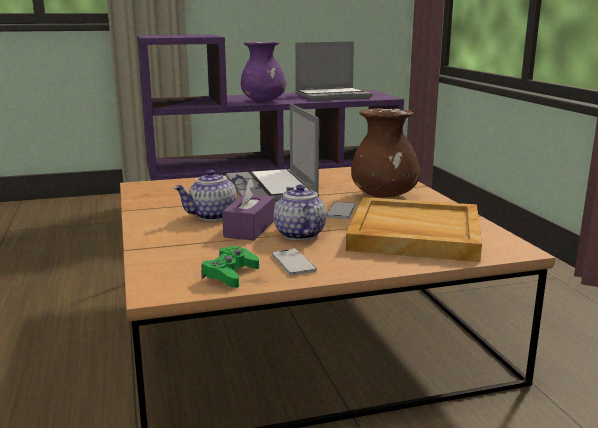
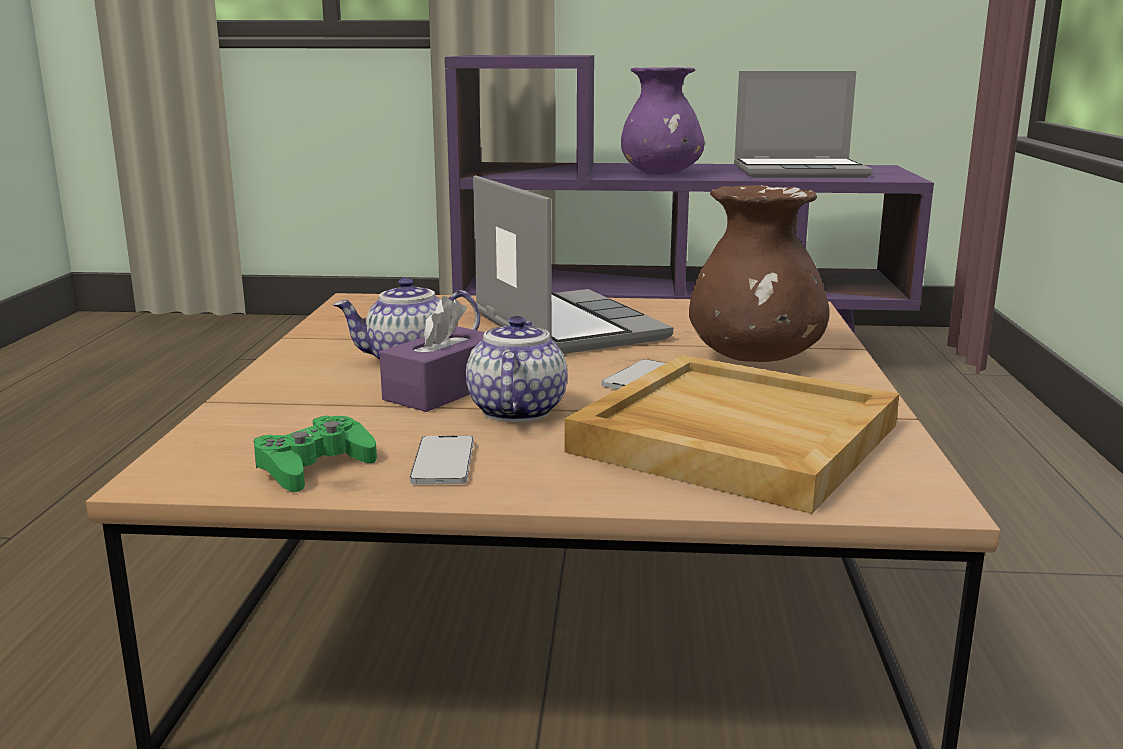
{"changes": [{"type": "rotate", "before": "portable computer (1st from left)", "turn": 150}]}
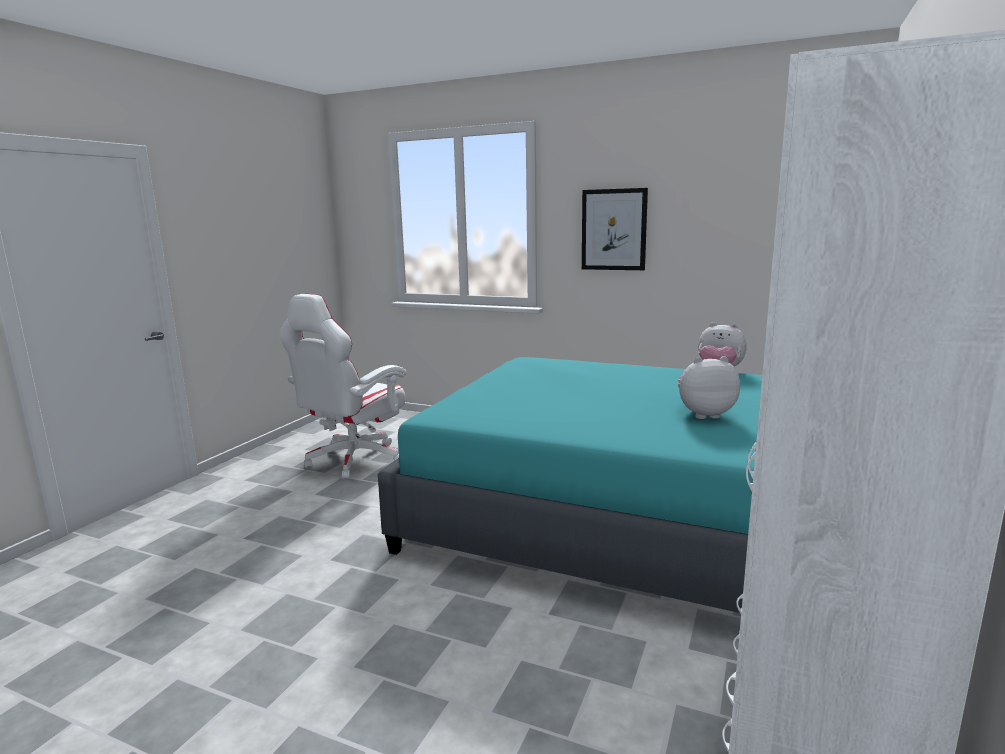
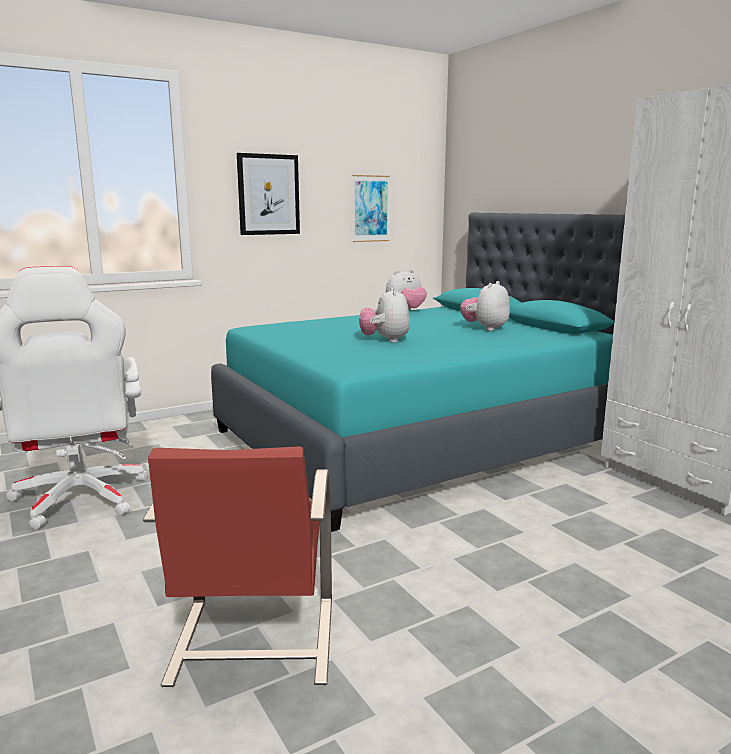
{"changes": [{"type": "insert", "after": "plain chair (reddish)"}, {"type": "insert", "after": "wall art (2nd from left)"}, {"type": "insert", "after": "plush toy (1st from left)"}]}
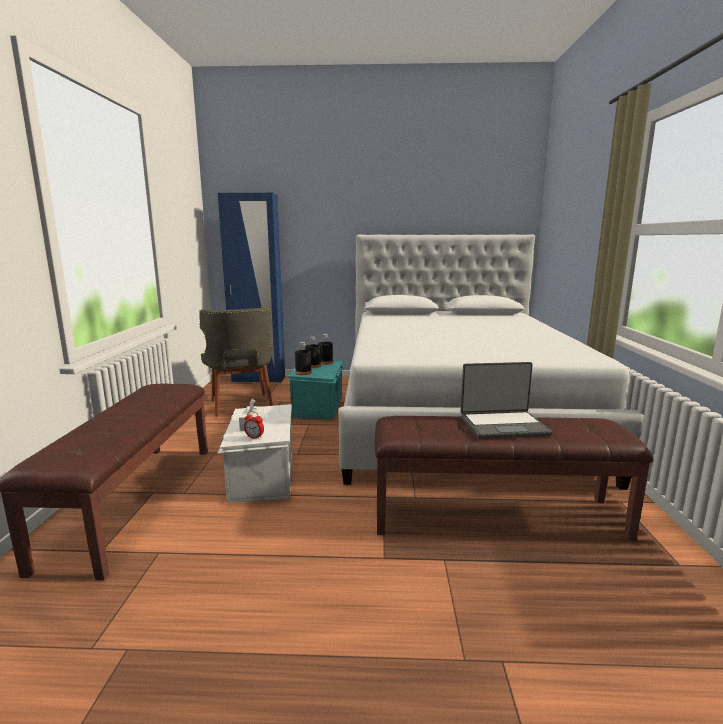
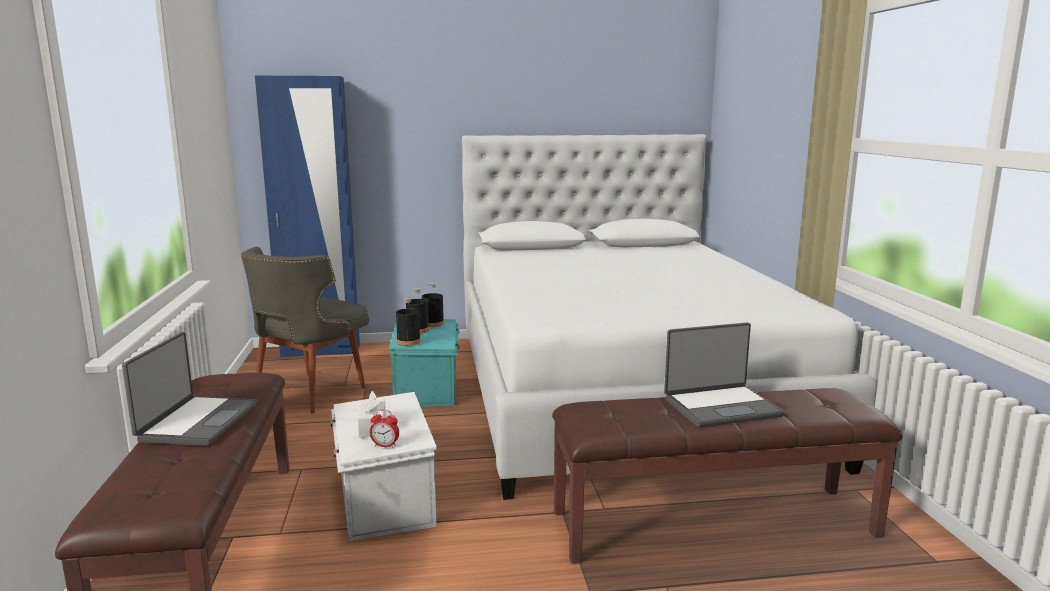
{"changes": [{"type": "insert", "after": "portable computer (1st from left)"}, {"type": "rotate", "before": "plain chair (grey)", "turn": 60}]}
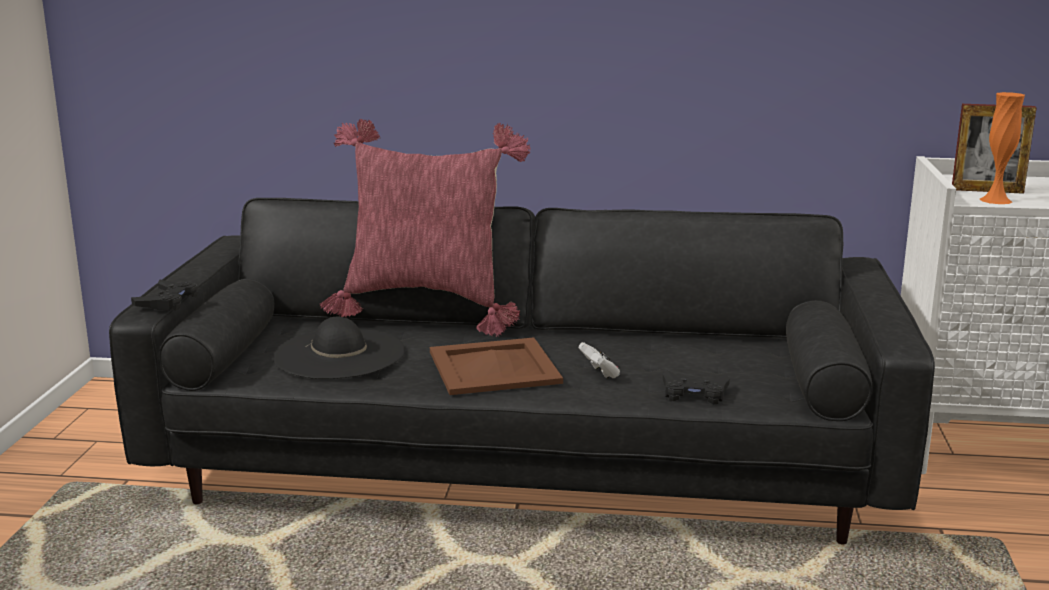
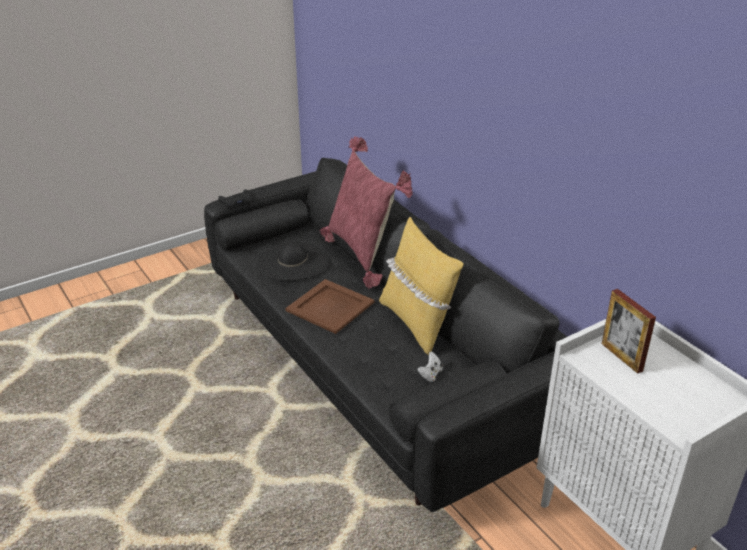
{"changes": [{"type": "delete", "before": "game controller (black-coloured) (2nd from left)"}, {"type": "delete", "before": "flower vase (orange)"}, {"type": "insert", "after": "throw pillow (yellow)"}, {"type": "move", "before": "game controller (whitish)"}]}
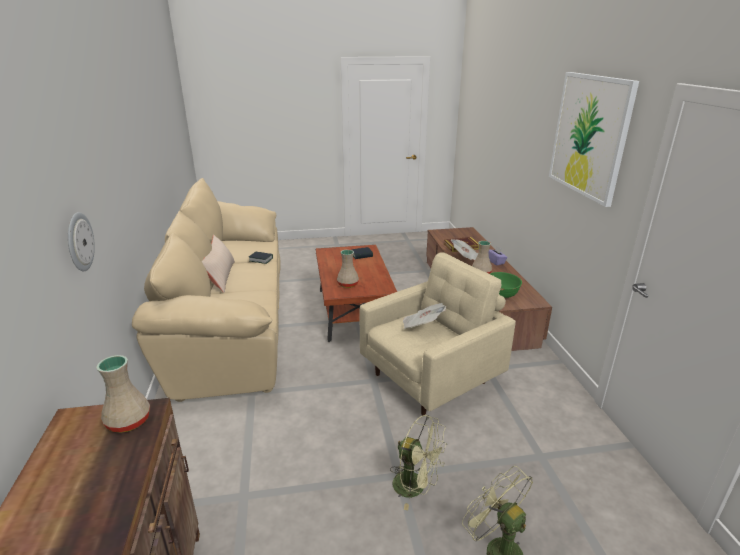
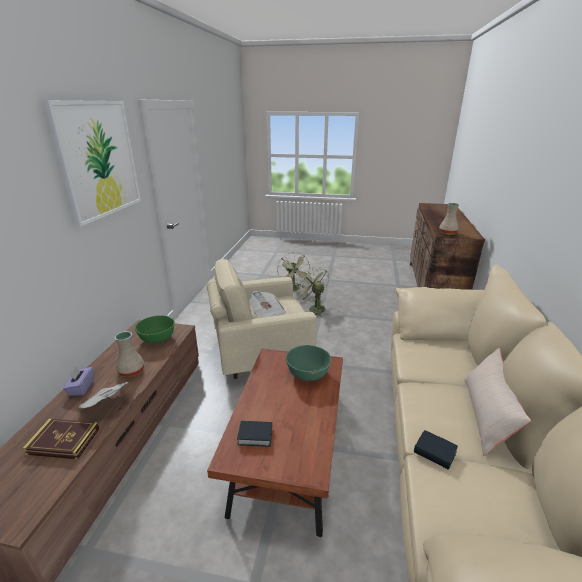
{"changes": [{"type": "delete", "before": "clock on the wall"}, {"type": "replace", "before": "flower vase (beige) (2nd from left)", "after": "serving bowl (greenish) (2nd from left)"}]}
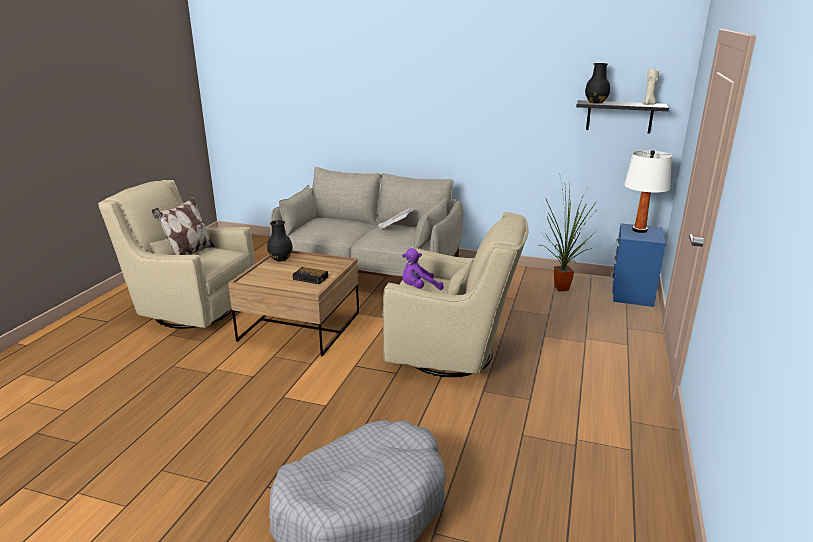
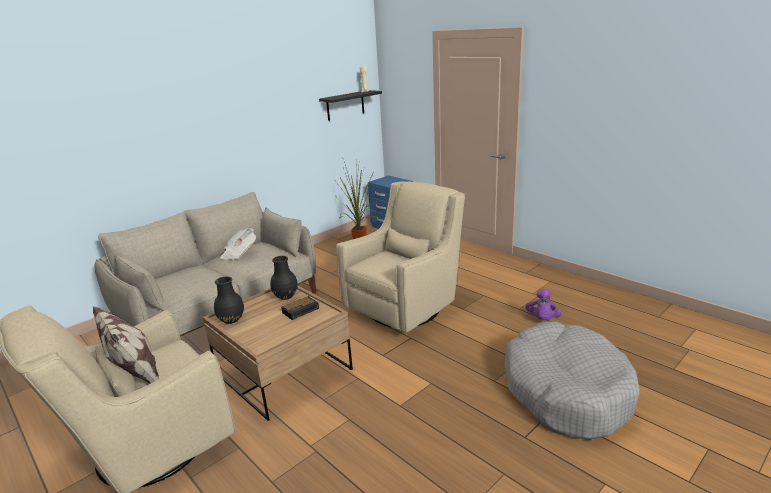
{"changes": [{"type": "delete", "before": "lamp for a table (whitish)"}, {"type": "move", "before": "plush toy (purple-coloured)"}, {"type": "move", "before": "flower vase (black-coloured) (2nd from left)"}]}
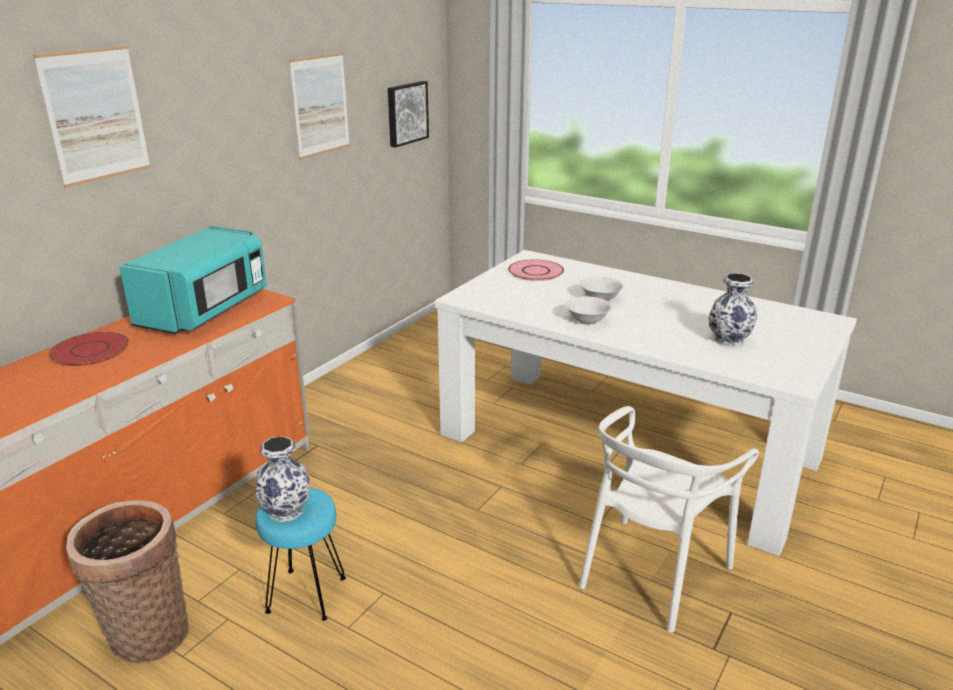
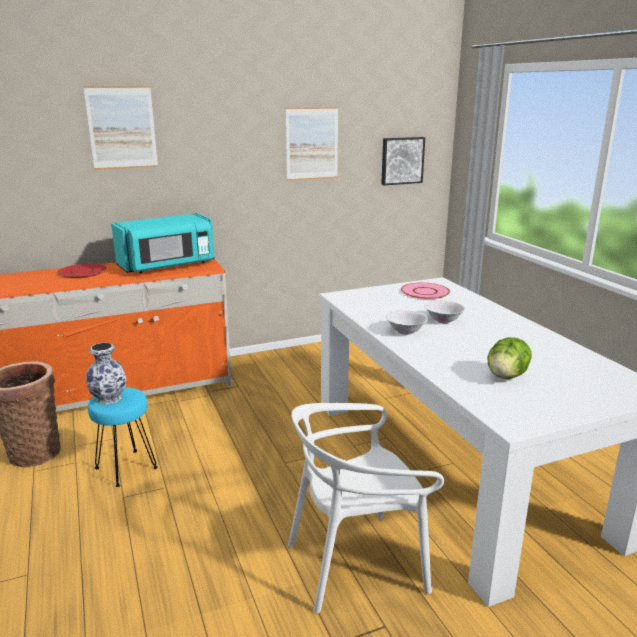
{"changes": [{"type": "replace", "before": "flower vase (2nd from left)", "after": "lettuce head"}]}
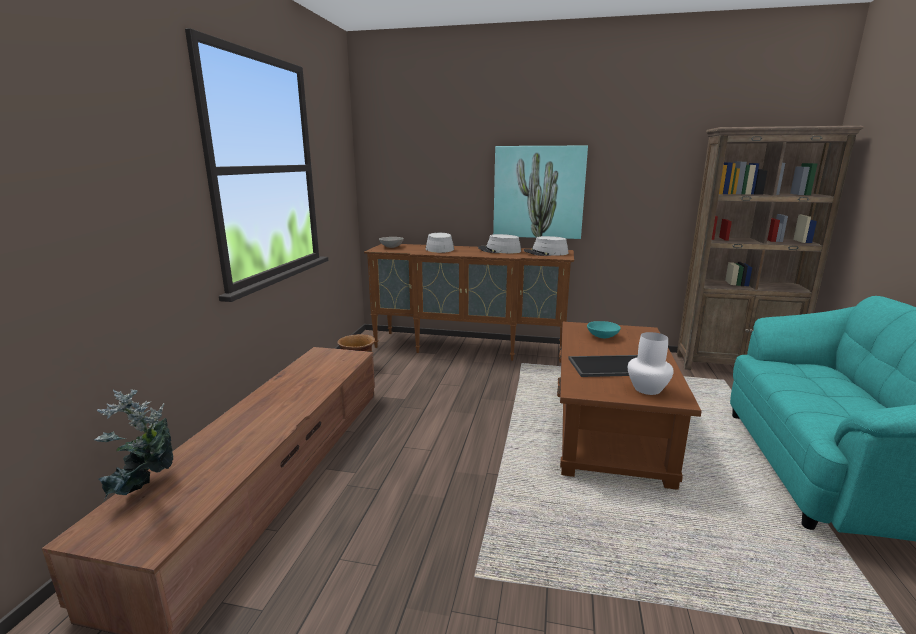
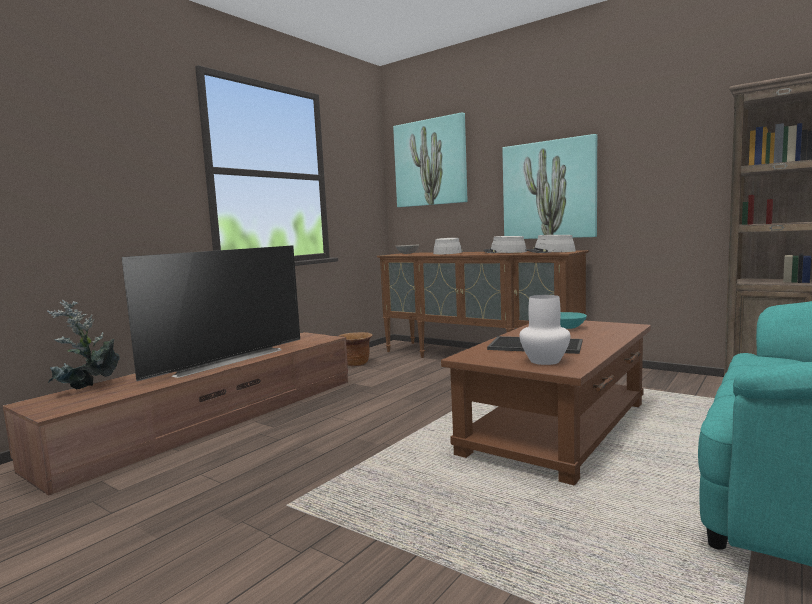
{"changes": [{"type": "insert", "after": "TV set"}, {"type": "insert", "after": "wall art (1st from left)"}]}
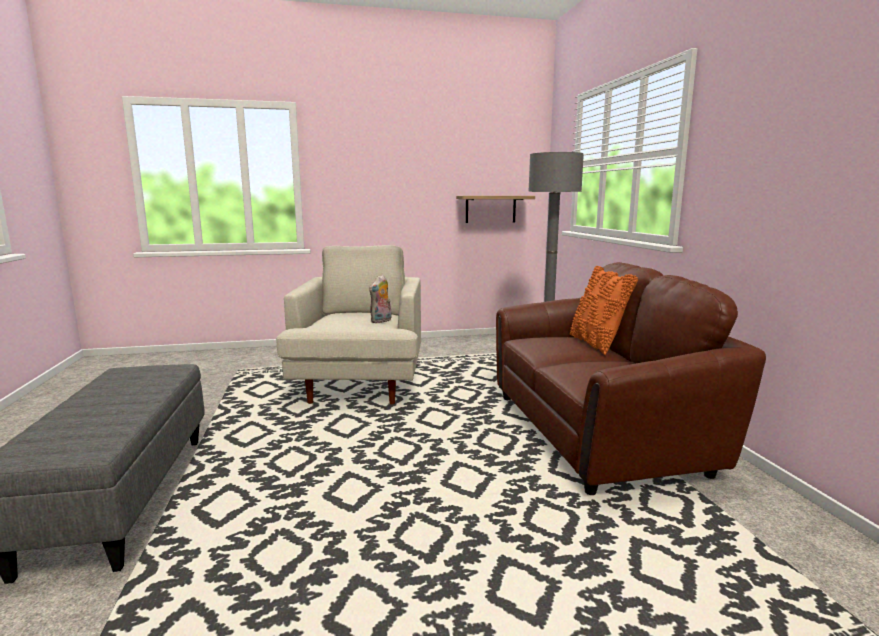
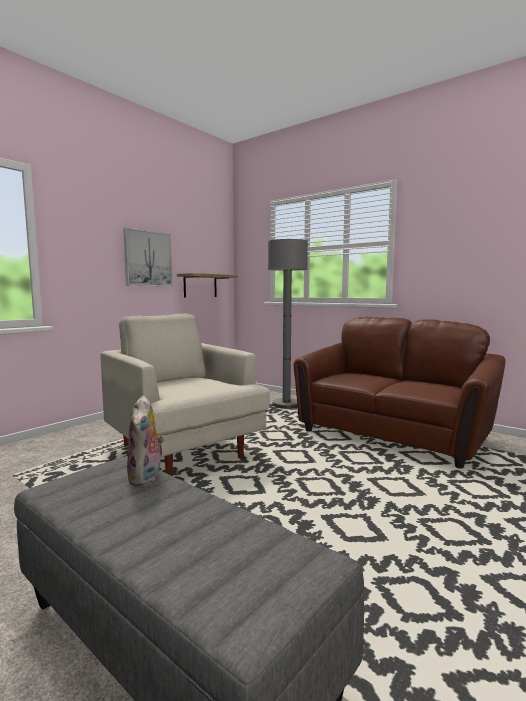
{"changes": [{"type": "delete", "before": "throw pillow (orange)"}, {"type": "insert", "after": "wall art"}, {"type": "move", "before": "plush toy"}]}
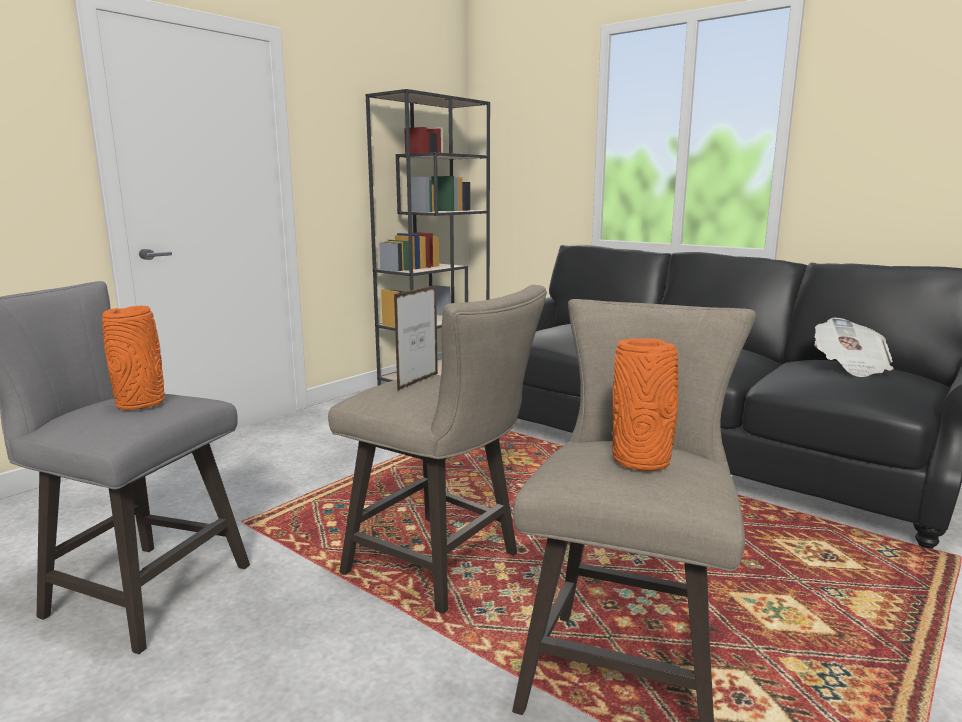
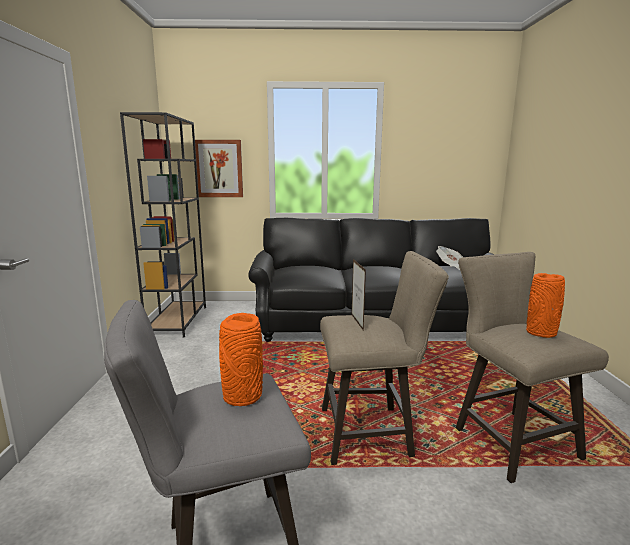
{"changes": [{"type": "insert", "after": "wall art"}]}
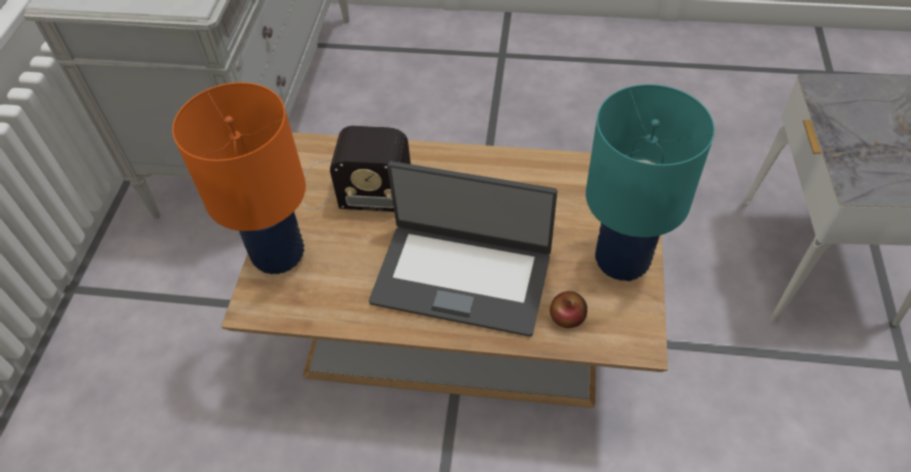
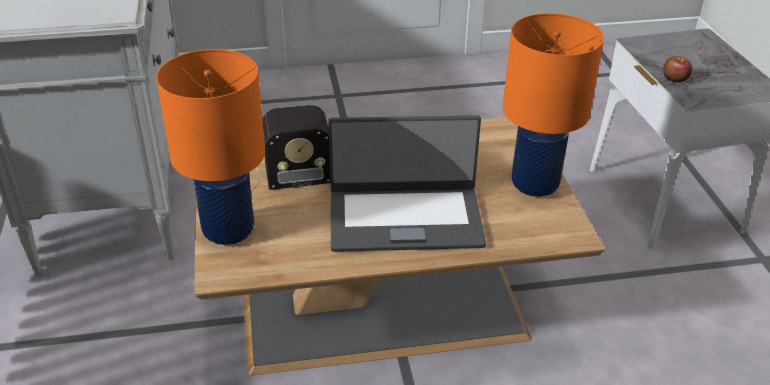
{"changes": [{"type": "move", "before": "whole apple"}, {"type": "recolor", "before": "lamp for a table (blue-green)", "after": "lamp for a table (orange) (2nd from left)"}]}
